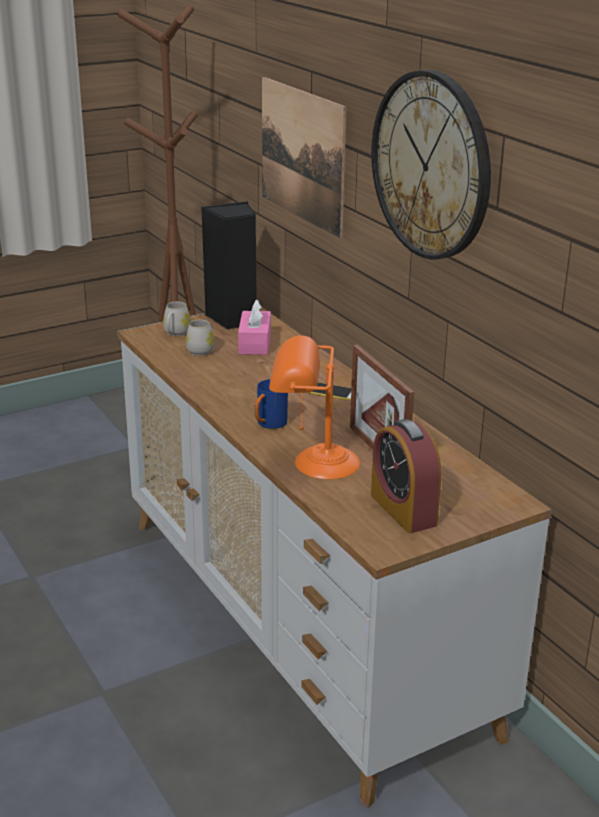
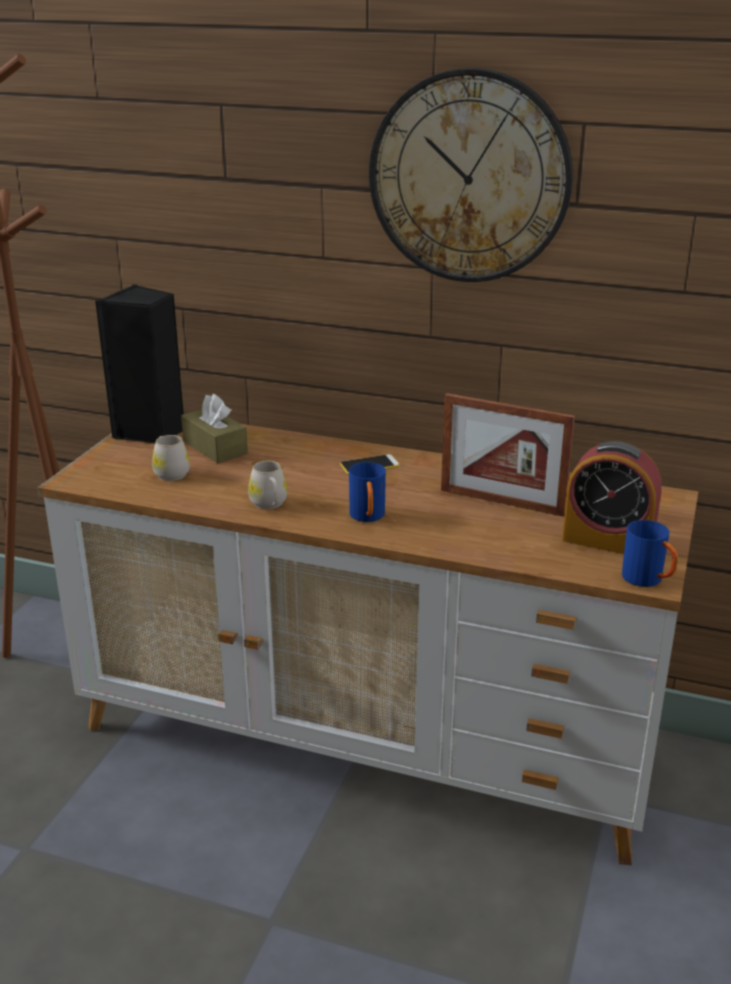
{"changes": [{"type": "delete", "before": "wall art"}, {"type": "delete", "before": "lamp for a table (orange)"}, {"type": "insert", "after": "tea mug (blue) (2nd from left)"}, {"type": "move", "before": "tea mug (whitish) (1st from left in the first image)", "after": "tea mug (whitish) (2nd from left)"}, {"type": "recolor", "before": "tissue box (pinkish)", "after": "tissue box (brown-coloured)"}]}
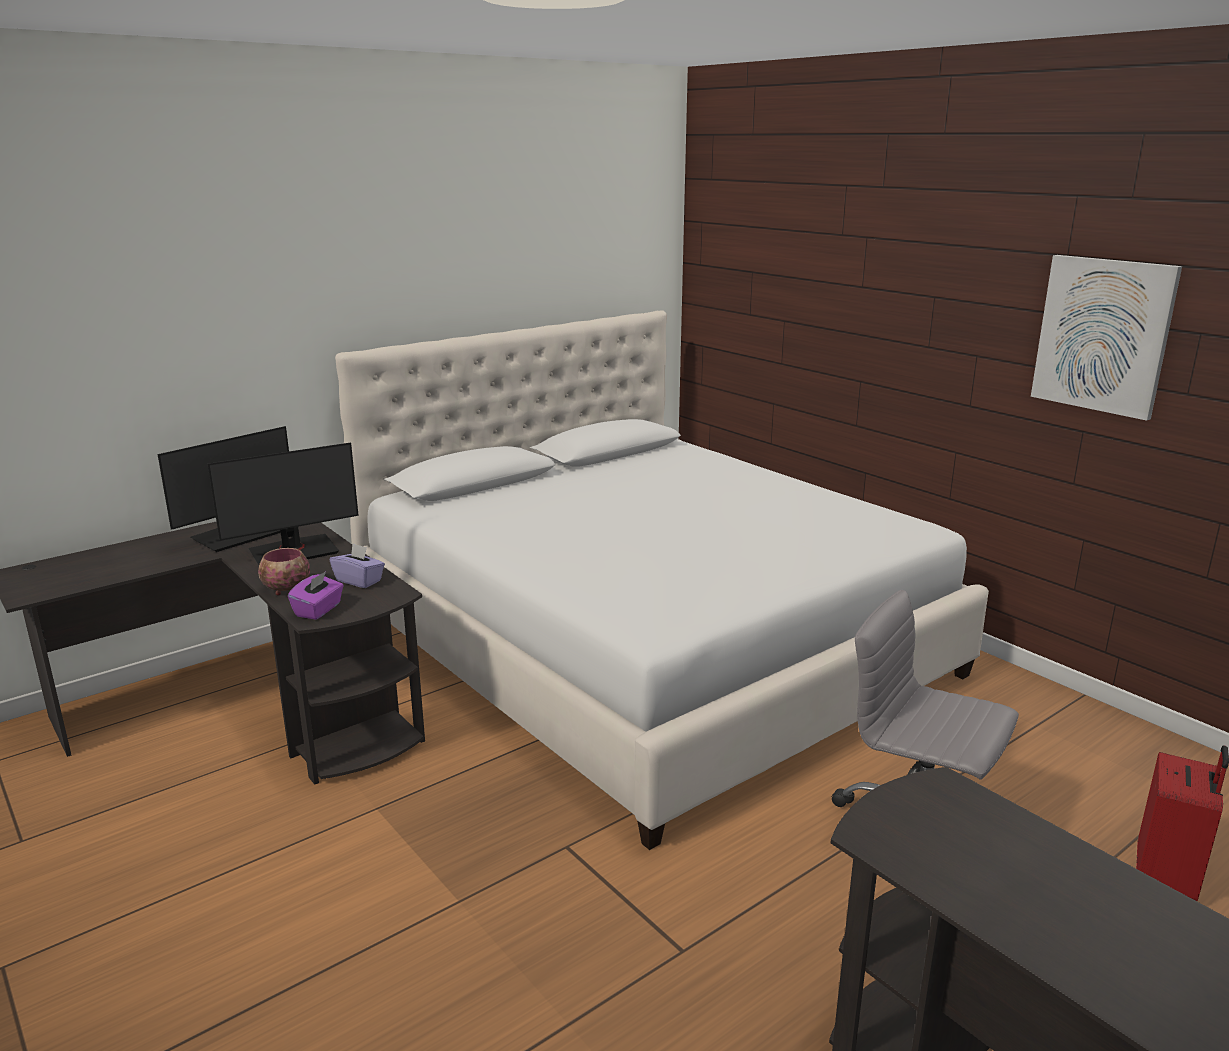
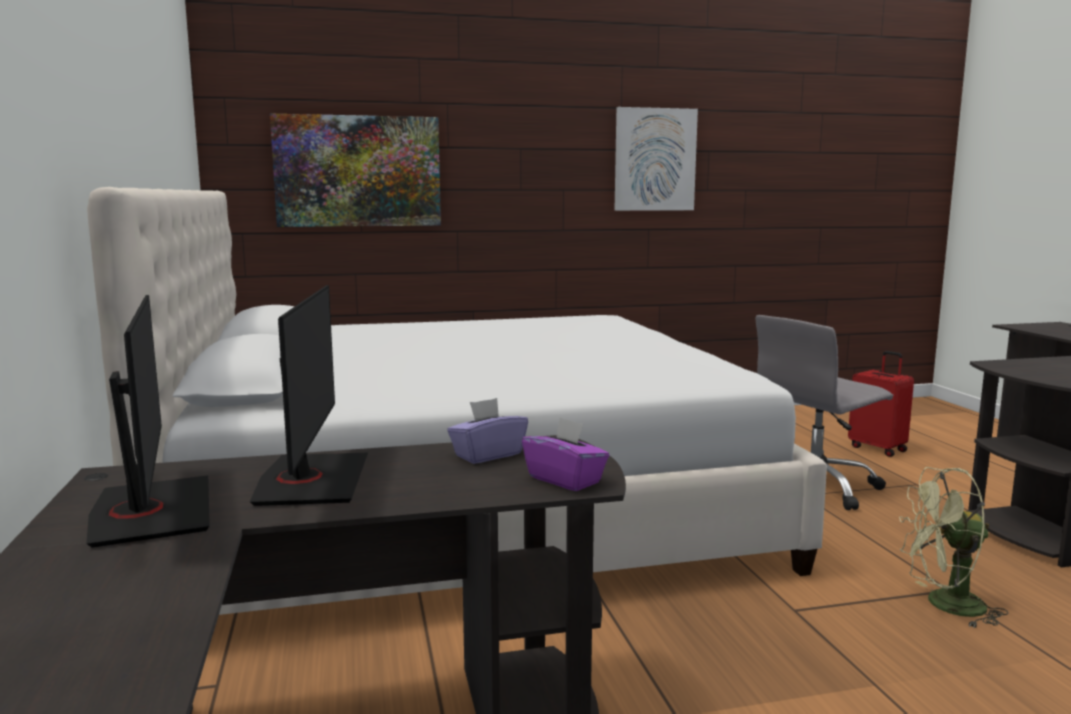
{"changes": [{"type": "delete", "before": "serving bowl"}, {"type": "insert", "after": "wall art (1st from left)"}, {"type": "insert", "after": "electric fan (greenish)"}]}
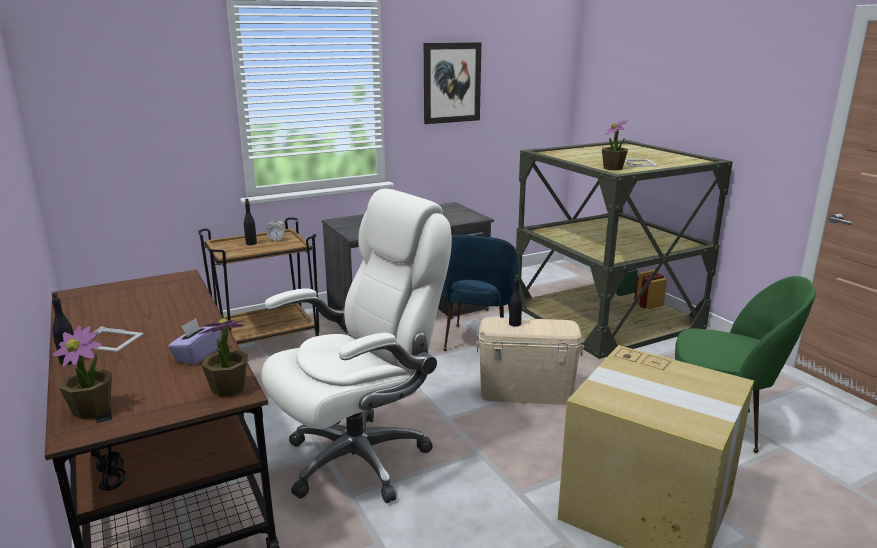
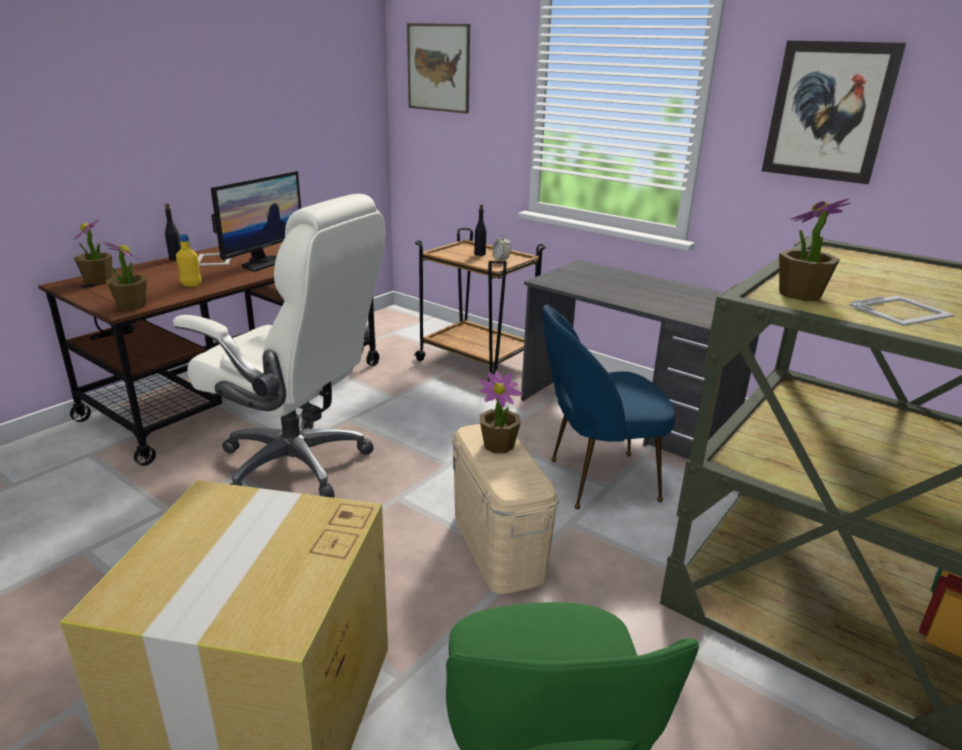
{"changes": [{"type": "insert", "after": "computer display"}, {"type": "insert", "after": "wall art (1st from left)"}, {"type": "replace", "before": "tissue box (purple-coloured)", "after": "beverage bottle (yellow)"}, {"type": "replace", "before": "beverage bottle (black-coloured) (3rd from left)", "after": "potted plant (3rd from left)"}]}
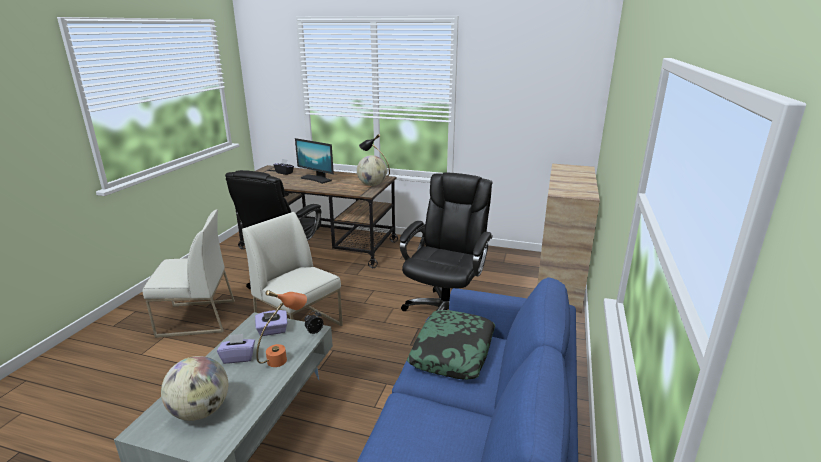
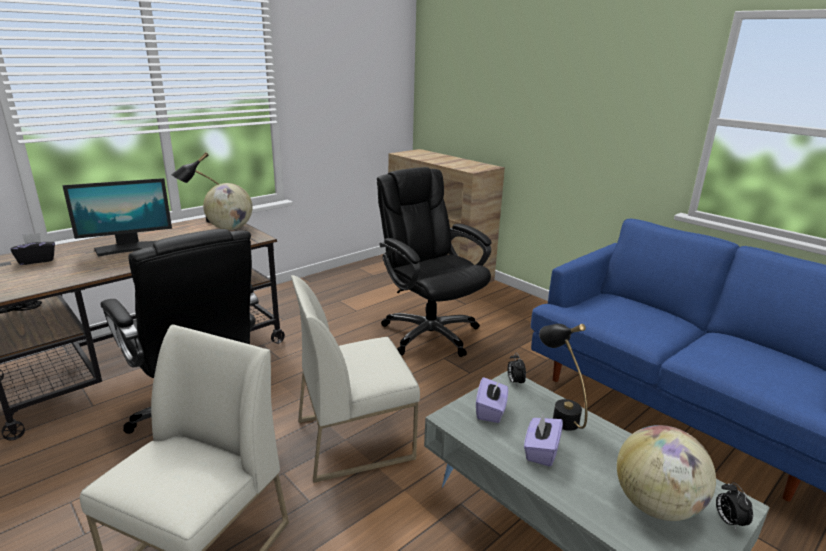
{"changes": [{"type": "delete", "before": "throw pillow"}, {"type": "insert", "after": "alarm clock (2nd from left)"}, {"type": "recolor", "before": "lamp for a table (orange)", "after": "lamp for a table (black-coloured) (2nd from left)"}]}
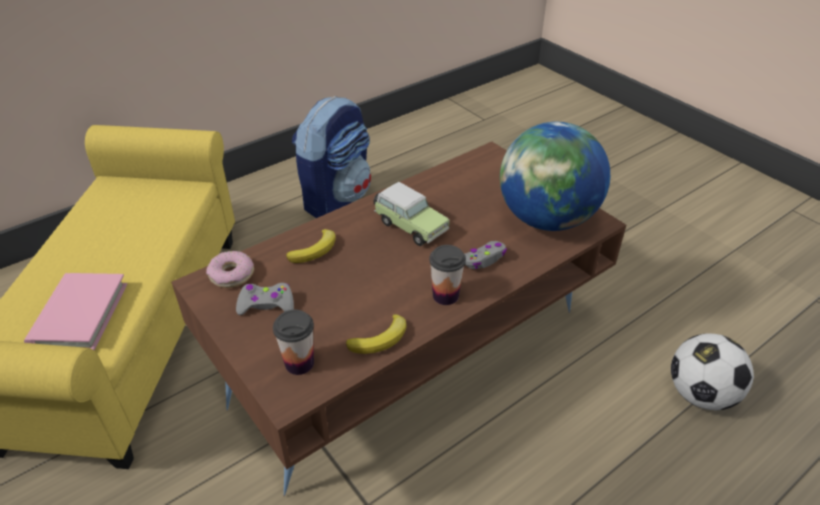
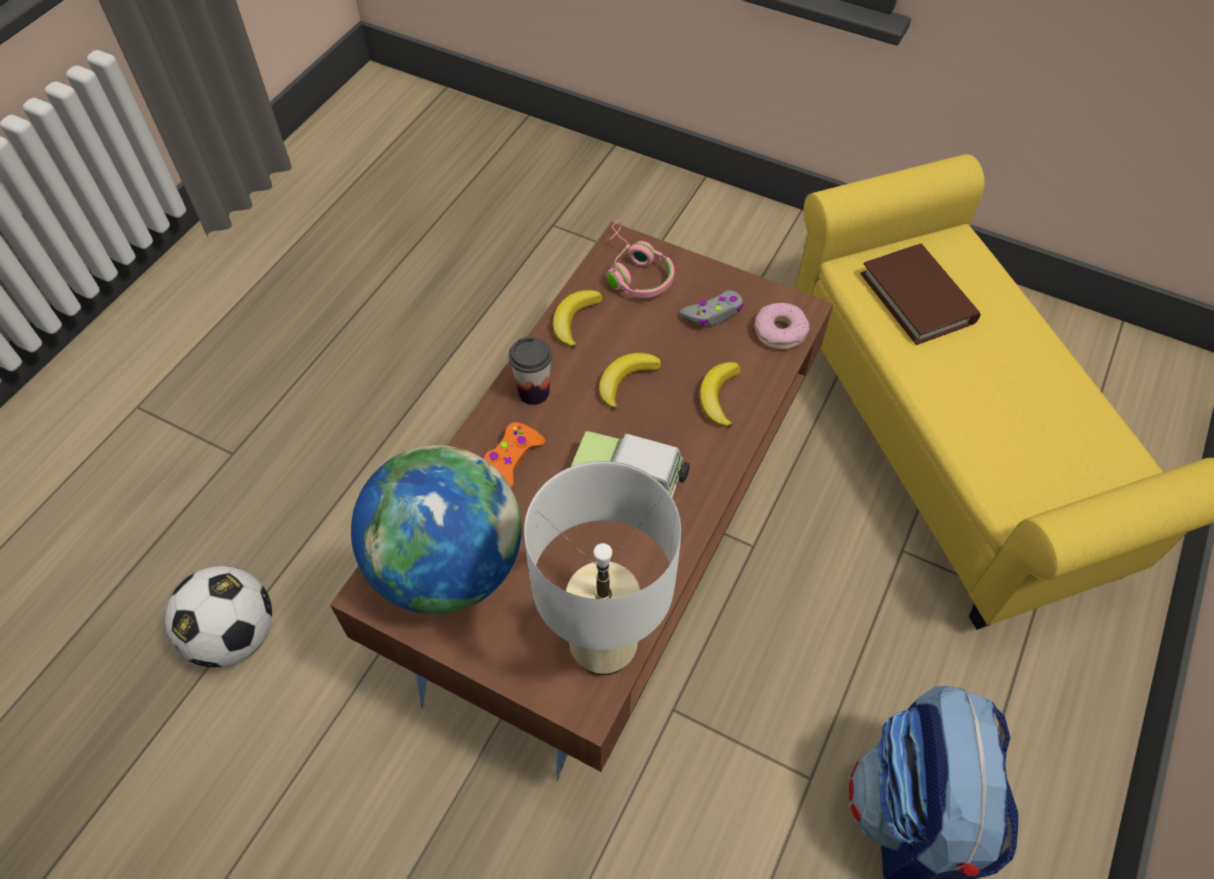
{"changes": [{"type": "insert", "after": "lamp for a table (whitish)"}, {"type": "insert", "after": "banana (2nd from left)"}, {"type": "replace", "before": "small cup (1st from left)", "after": "pair of headphones (pinkish)"}, {"type": "recolor", "before": "bound book (pinkish)", "after": "bound book (brown-coloured)"}, {"type": "recolor", "before": "game controller (grey) (2nd from left)", "after": "game controller (orange)"}]}
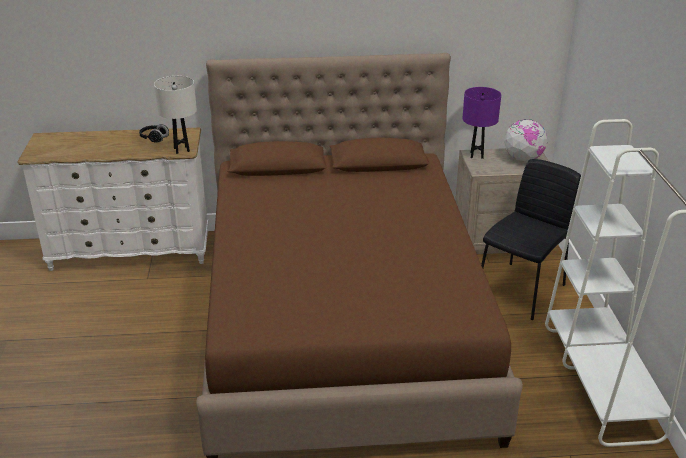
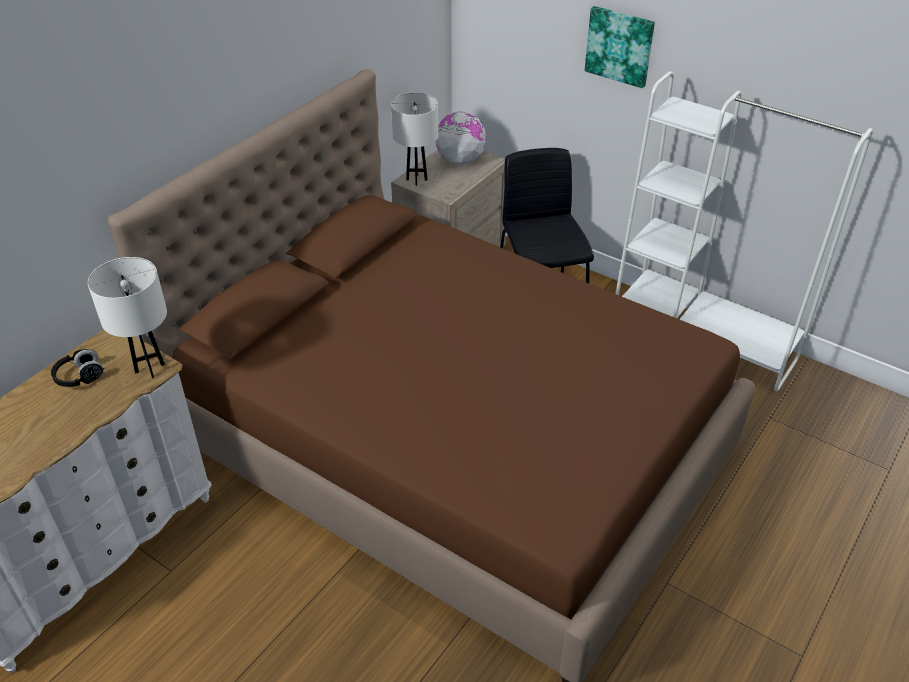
{"changes": [{"type": "insert", "after": "wall art"}, {"type": "recolor", "before": "lamp for a table (purple-coloured)", "after": "lamp for a table (whitish) (2nd from left)"}]}
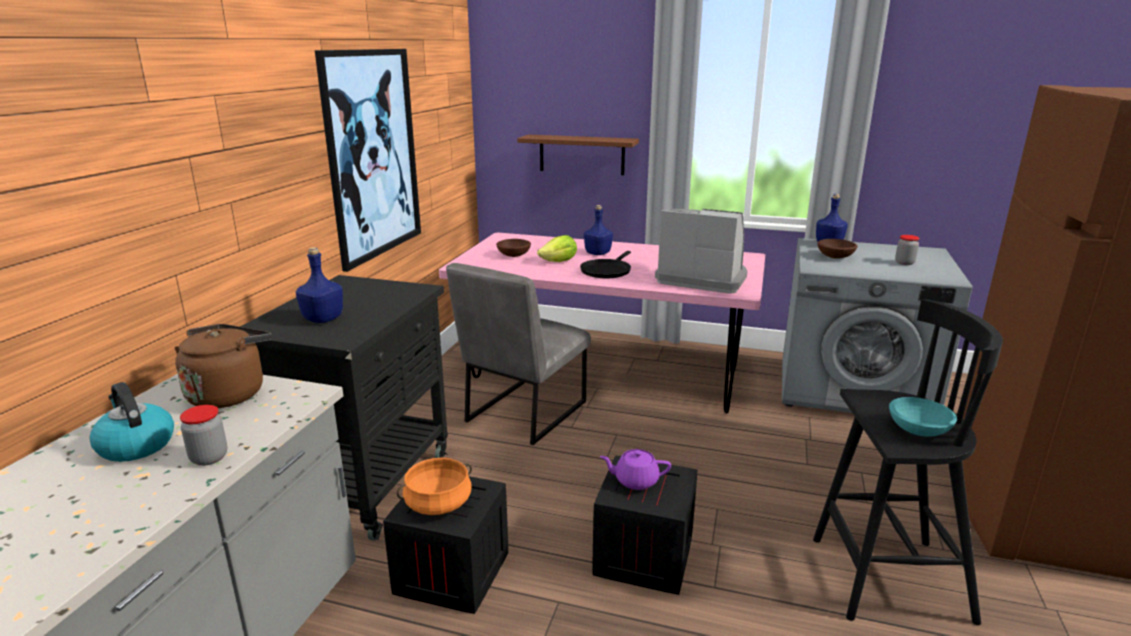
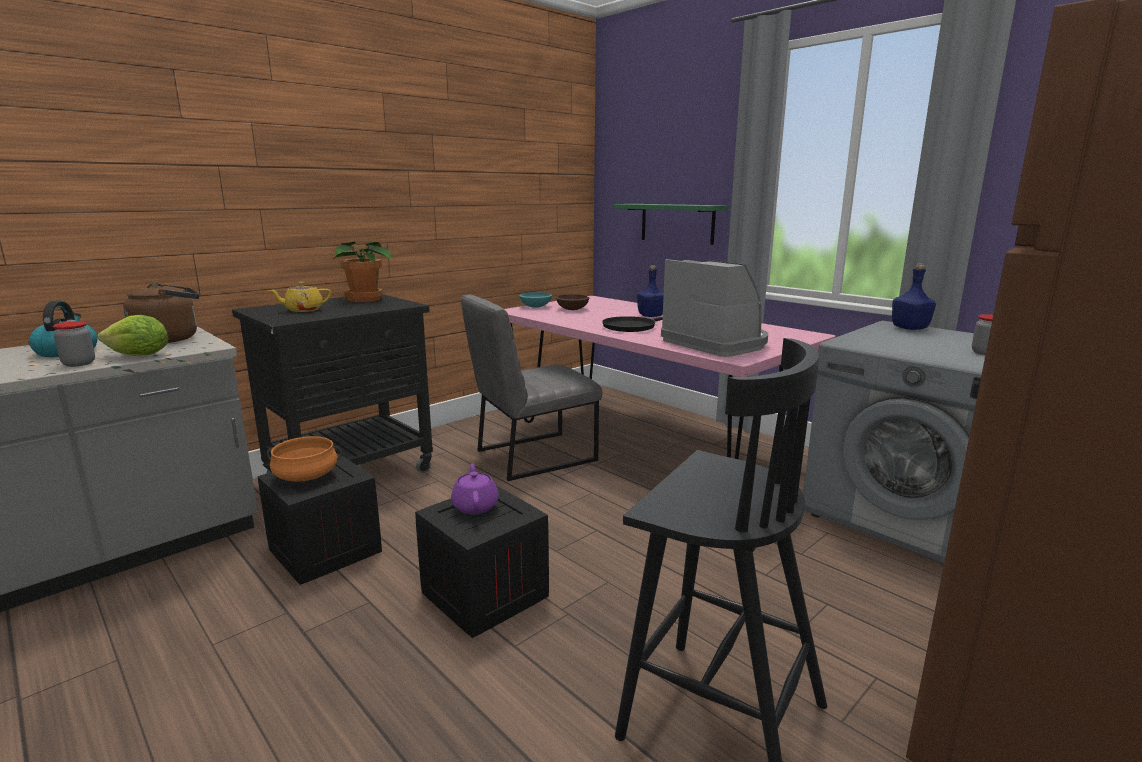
{"changes": [{"type": "delete", "before": "wall art"}, {"type": "delete", "before": "serving bowl (brown-coloured) (2nd from left)"}, {"type": "insert", "after": "potted plant"}, {"type": "move", "before": "lettuce head"}, {"type": "move", "before": "serving bowl (blue-green)"}, {"type": "replace", "before": "beverage bottle (blue) (1st from left)", "after": "teapot (yellow)"}, {"type": "recolor", "before": "bracket shelf (brown-coloured)", "after": "bracket shelf (greenish)"}, {"type": "rotate", "before": "teapot (purple-coloured)", "turn": 45}]}
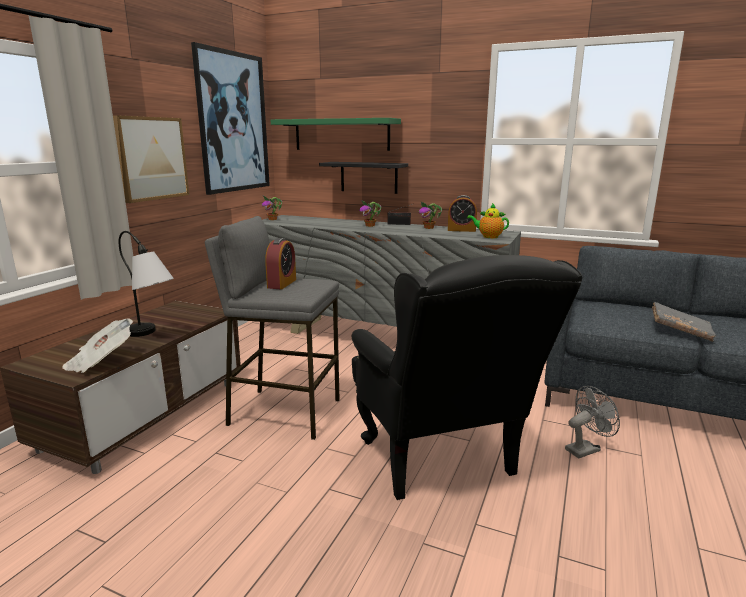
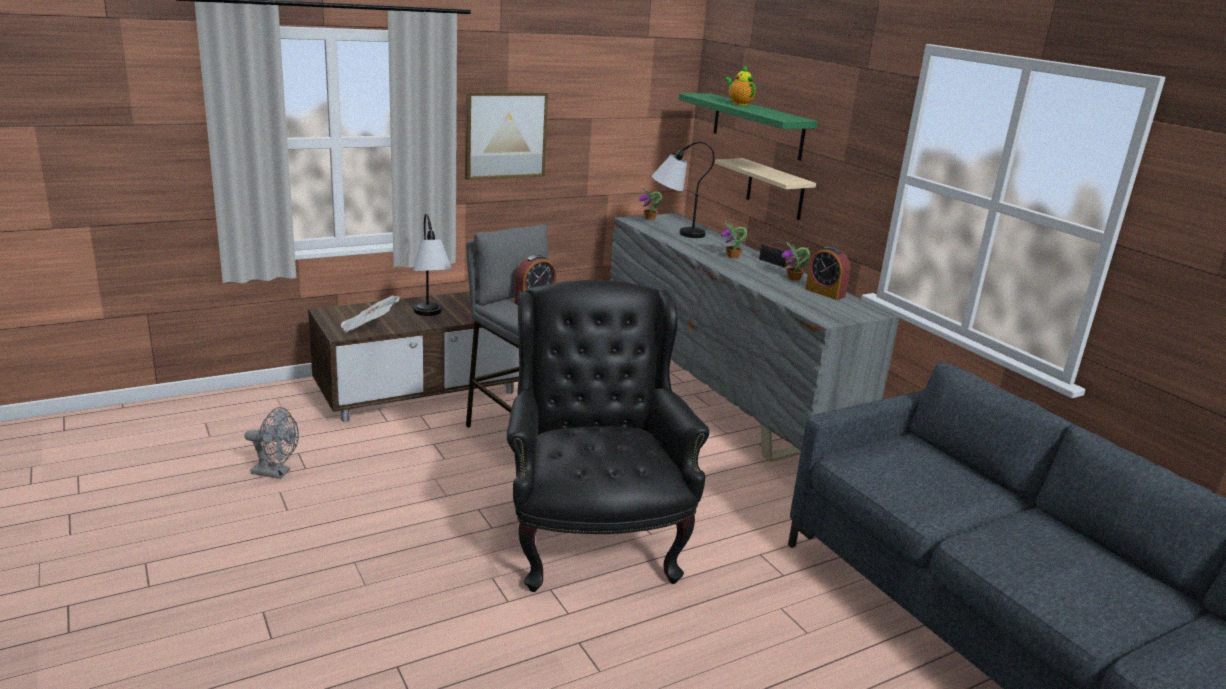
{"changes": [{"type": "delete", "before": "wall art (2nd from left)"}, {"type": "delete", "before": "bound book (grey)"}, {"type": "insert", "after": "lamp for a table (2nd from left)"}, {"type": "move", "before": "teapot"}, {"type": "move", "before": "electric fan (grey)"}, {"type": "recolor", "before": "bracket shelf (black-coloured)", "after": "bracket shelf (beige)"}, {"type": "rotate", "before": "lounge chair (black-coloured)", "turn": 150}]}
